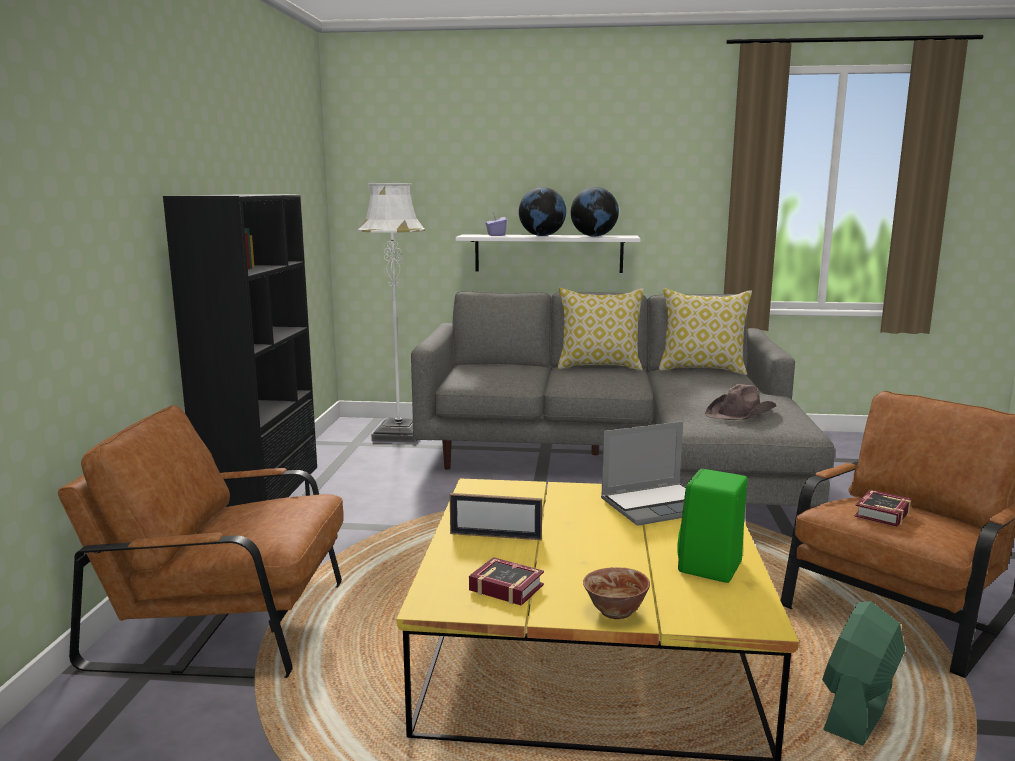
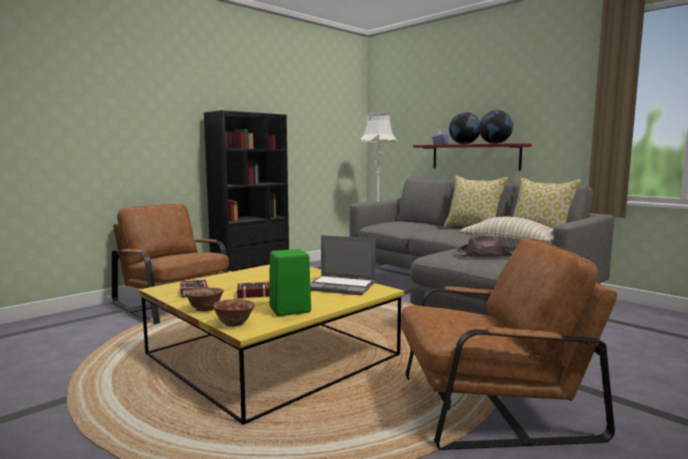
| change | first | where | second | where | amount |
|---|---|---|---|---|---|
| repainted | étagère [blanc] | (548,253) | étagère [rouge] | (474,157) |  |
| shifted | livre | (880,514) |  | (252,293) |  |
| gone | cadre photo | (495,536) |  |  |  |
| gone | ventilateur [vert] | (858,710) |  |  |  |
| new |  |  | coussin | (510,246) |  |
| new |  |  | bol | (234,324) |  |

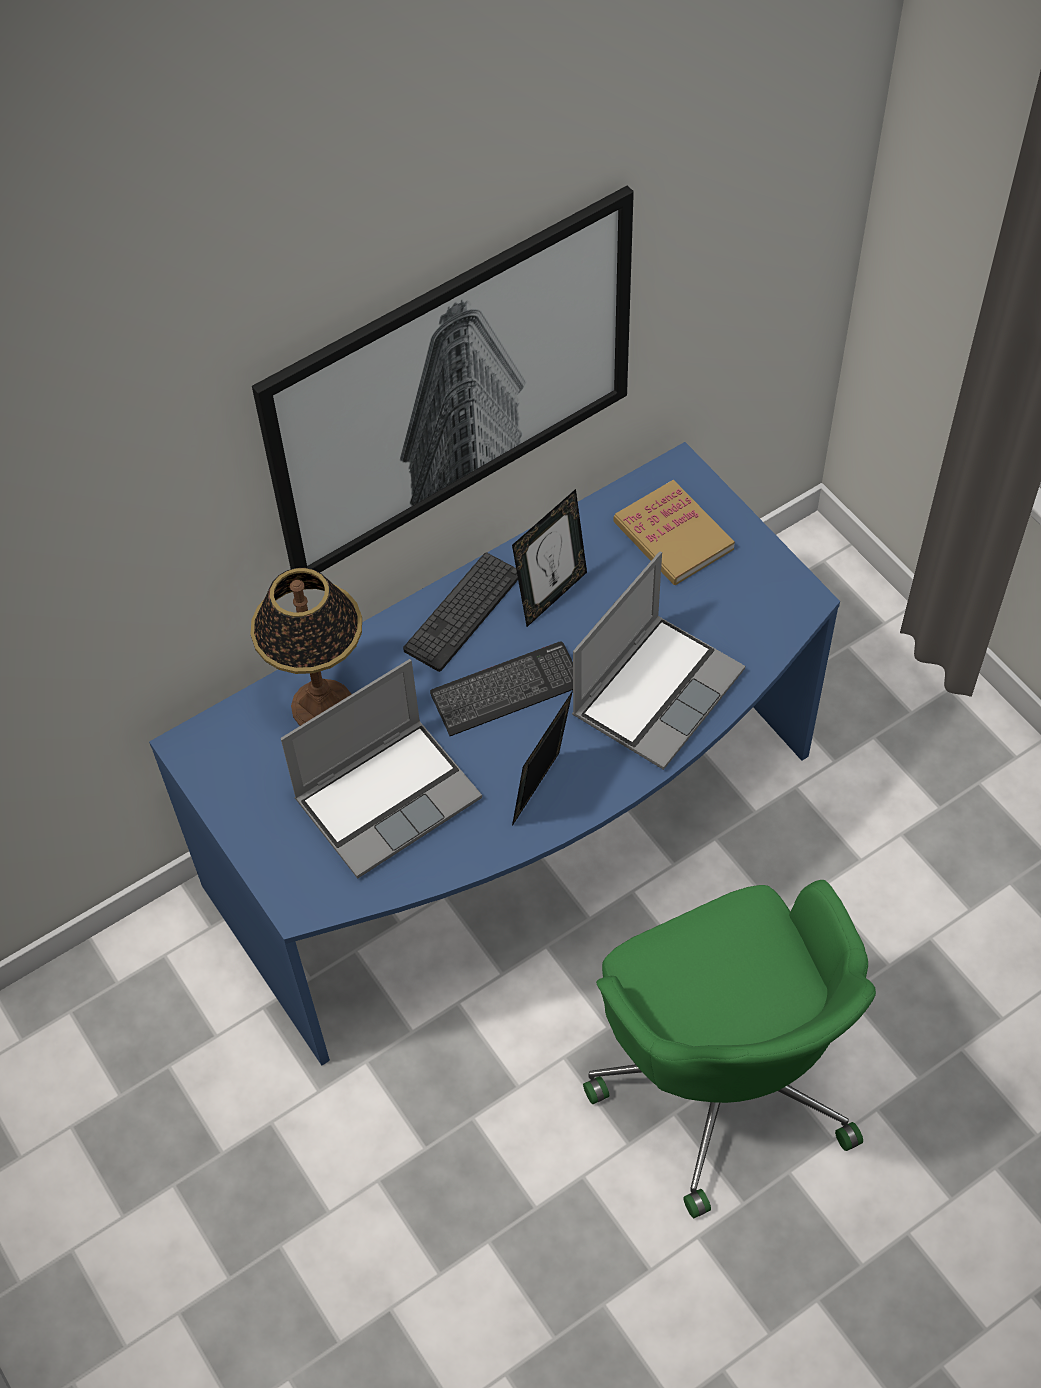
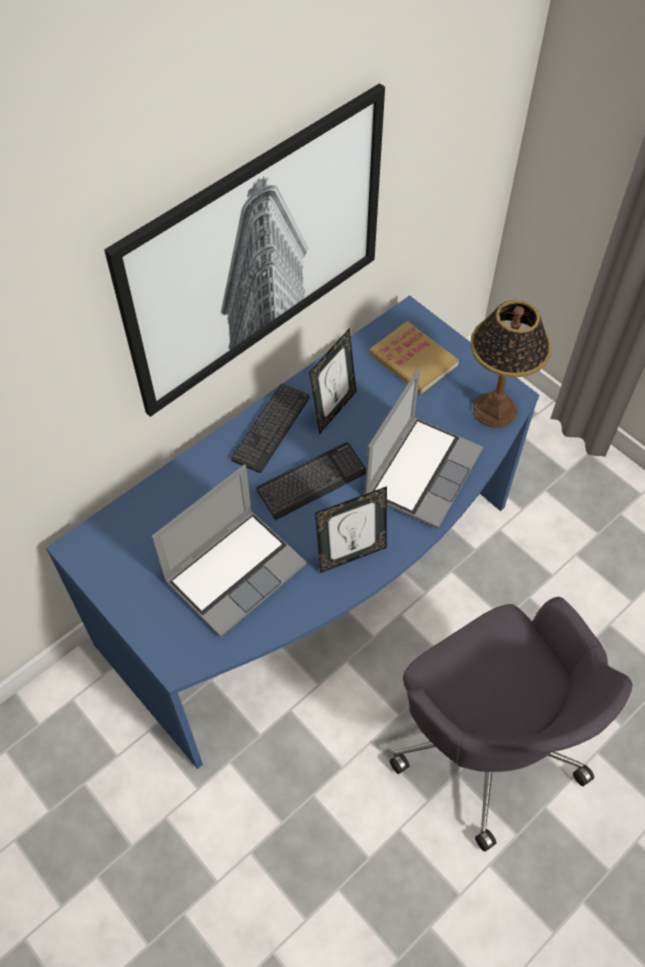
| change | first | where | second | where | amount |
|---|---|---|---|---|---|
| shifted | lampe de table | (322,705) |  | (494,409) |  |
| rotated | cadre photo | (542,792) |  | (351,555) | 135 degrees counterclockwise |
| repainted | chaise de bureau [vert] | (723,1075) | chaise de bureau [gris] | (486,740) |  |

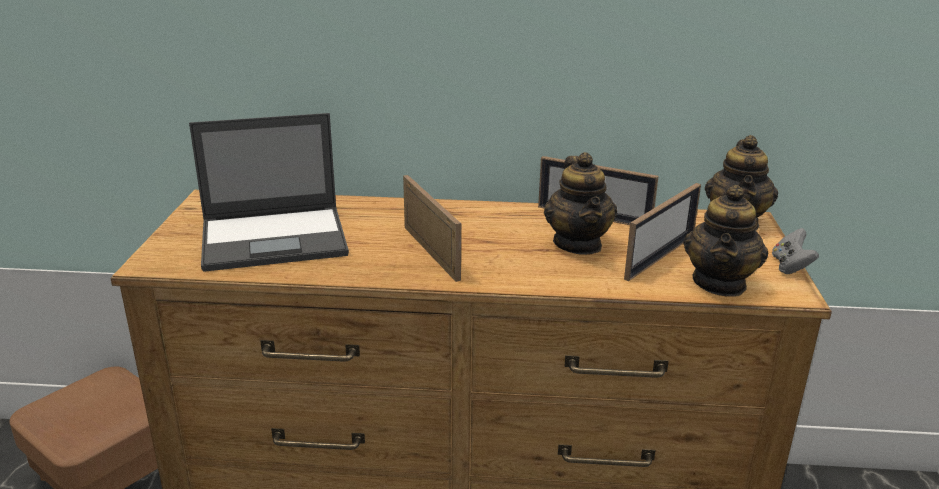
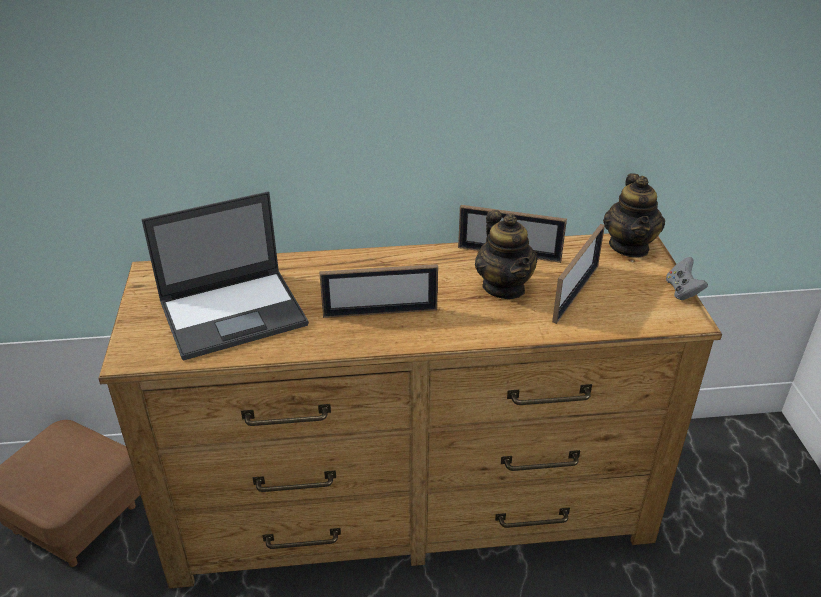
| change | first | where | second | where | amount |
|---|---|---|---|---|---|
| rotated | cadre photo | (430,252) |  | (380,312) | 120 degrees clockwise |
| gone | théière | (720,283) |  |  |  |

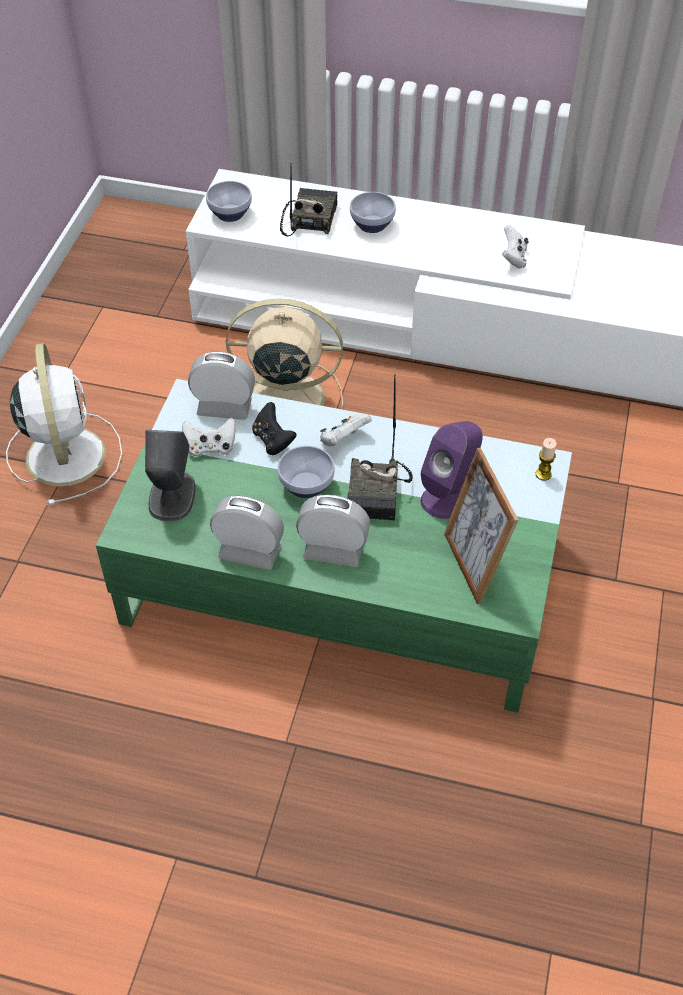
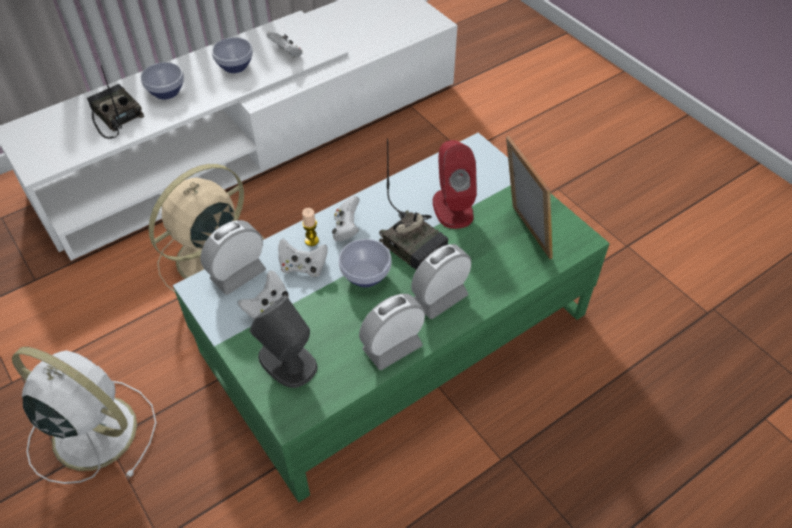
| change | first | where | second | where | amount |
|---|---|---|---|---|---|
| shifted | bol | (229,214) |  | (234,67) |  |
| repainted | manette [noir] | (273,440) | manette [blanc] | (303,267) |  |
| repainted | enceinte [violet] | (449,494) | enceinte [rouge] | (452,207) |  |
| shifted | bougie | (543,474) |  | (311,241) |  |
| rotated | cadre photo | (473,565) |  | (523,235) | 135 degrees counterclockwise |

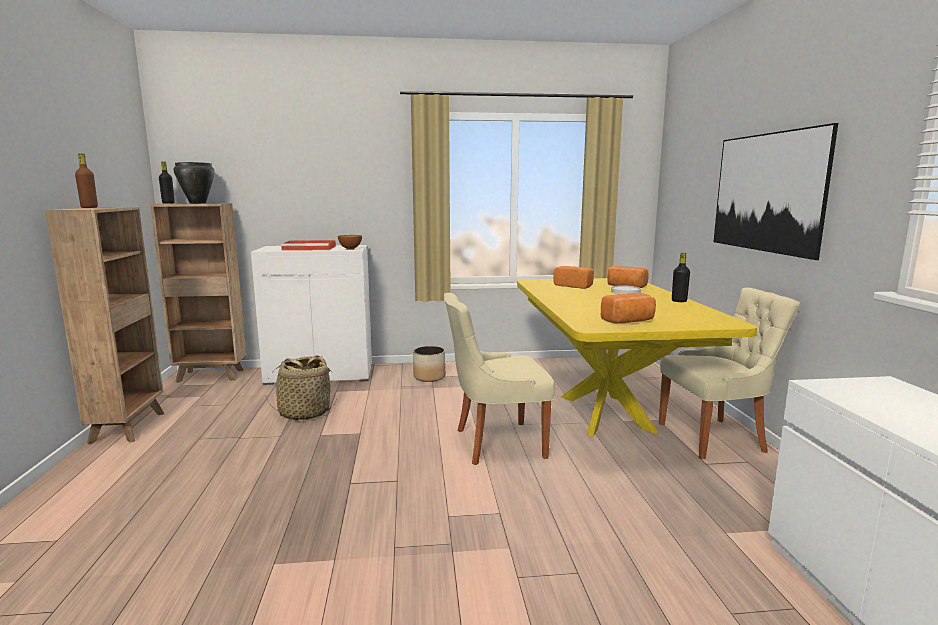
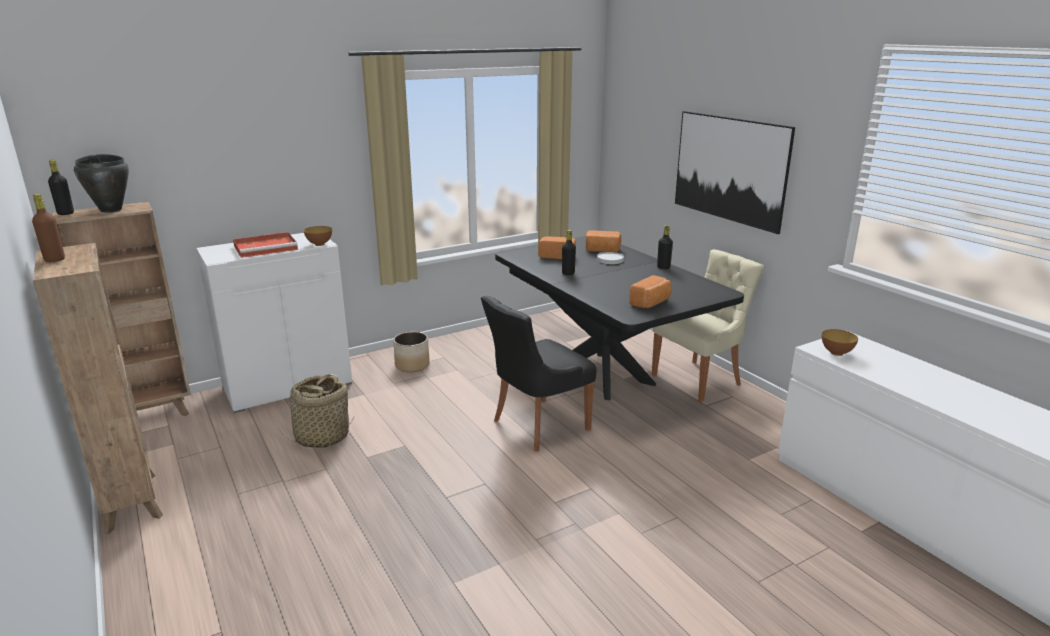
| change | first | where | second | where | amount |
|---|---|---|---|---|---|
| repainted | table à manger [jaune] | (605,412) | table à manger [noir] | (603,373) |  |
| repainted | chaise [beige] | (495,443) | chaise [noir] | (537,426) |  |
| new |  |  | bouteille [noir] | (568,273) |  |
| new |  |  | bol | (836,353) |  |

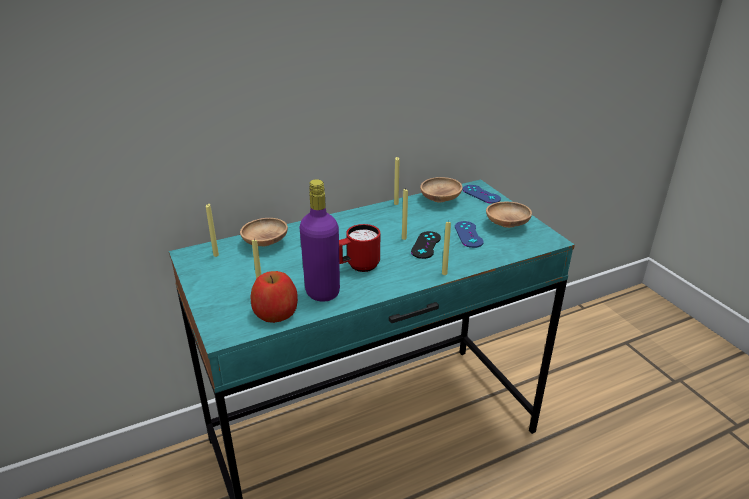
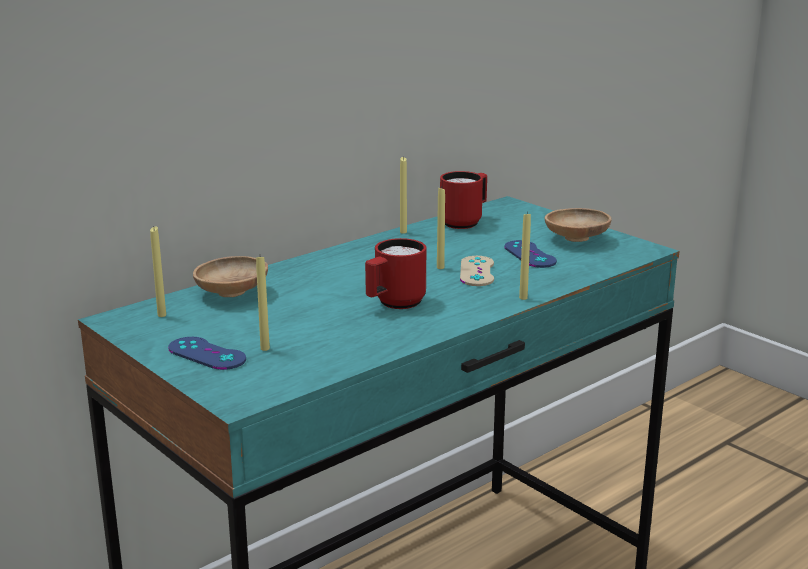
| change | first | where | second | where | amount |
|---|---|---|---|---|---|
| swapped | bol [marron] | (440,199) | mug [rouge] | (465,222) |  |
| gone | bouteille [violet] | (322,292) |  |  |  |
| shifted | manette [bleu] | (481,194) |  | (207,354) |  |
| repainted | manette [noir] | (426,245) | manette [beige] | (477,271) |  |
| gone | pomme | (276,312) |  |  |  |

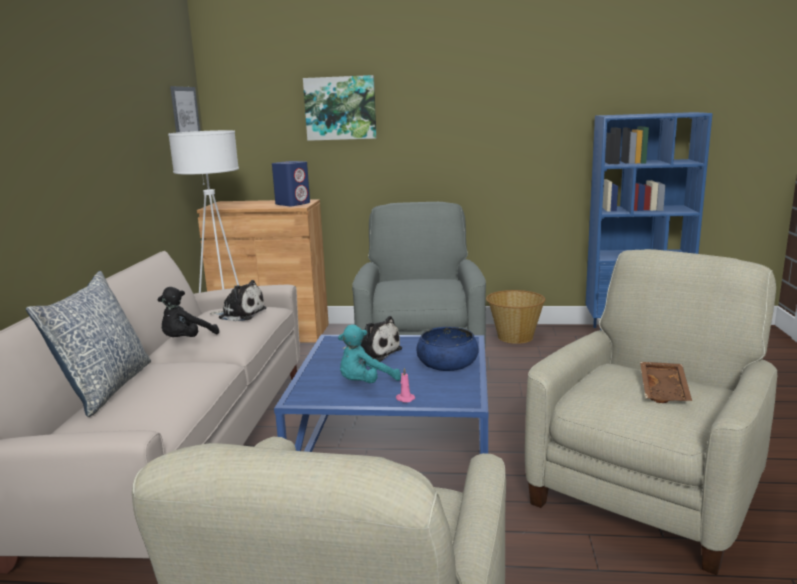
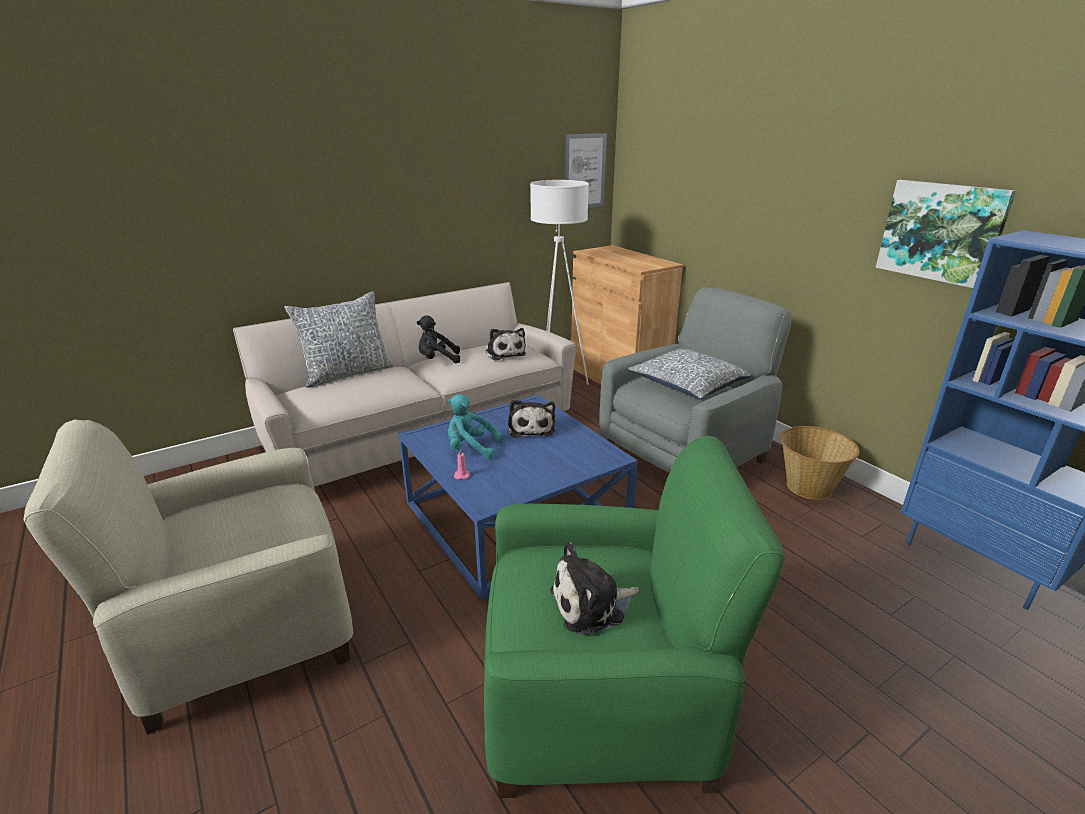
| change | first | where | second | where | amount |
|---|---|---|---|---|---|
| shifted | tableau | (340,108) |  | (941,232) |  |
| gone | enceinte [bleu] | (293,204) |  |  |  |
| repainted | fauteuil [beige] | (647,492) | fauteuil [vert] | (601,697) |  |
| gone | bol [bleu] | (447,363) |  |  |  |
| swapped | plateau [marron] | (665,390) | peluche | (591,605) |  |
| new |  |  | coussin | (686,385) |  |

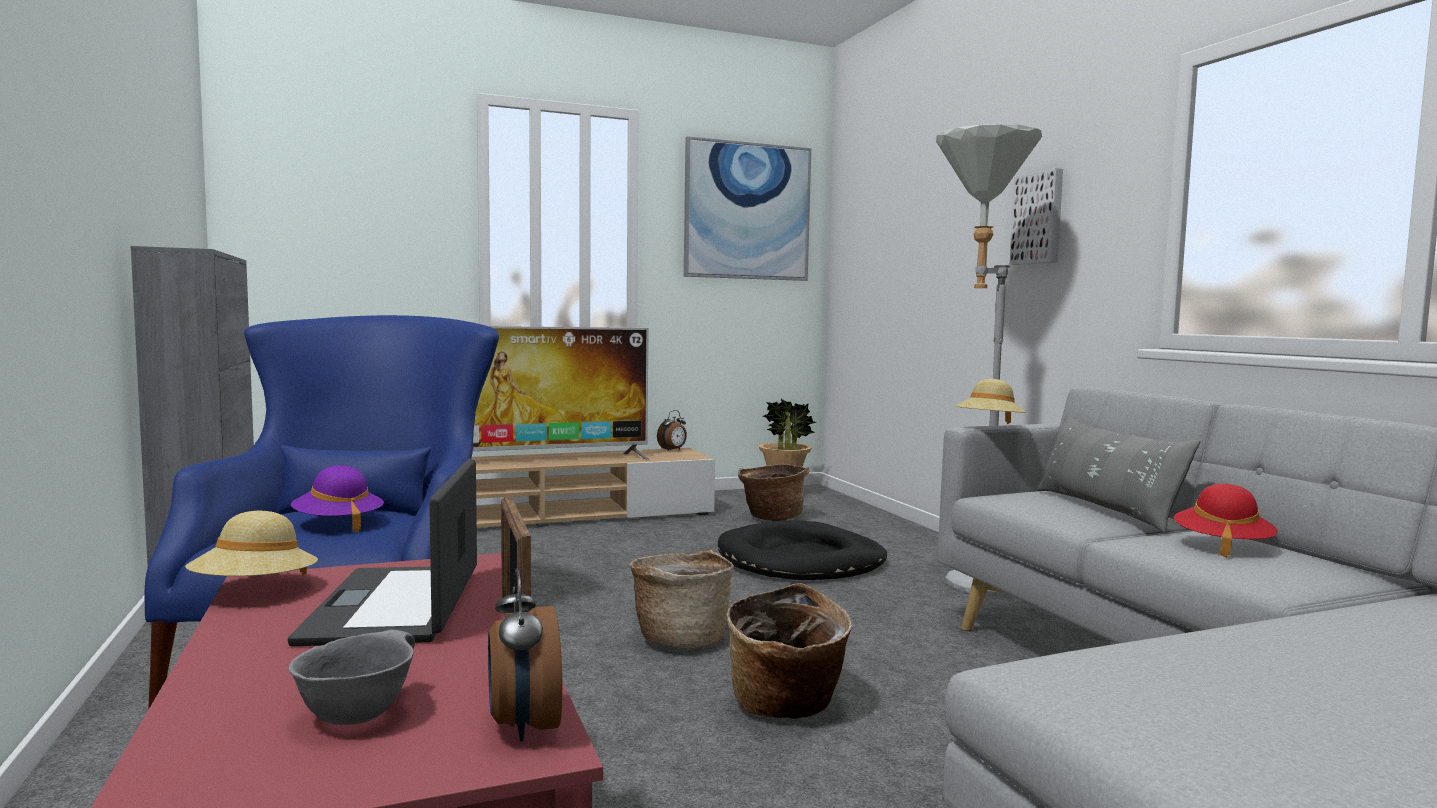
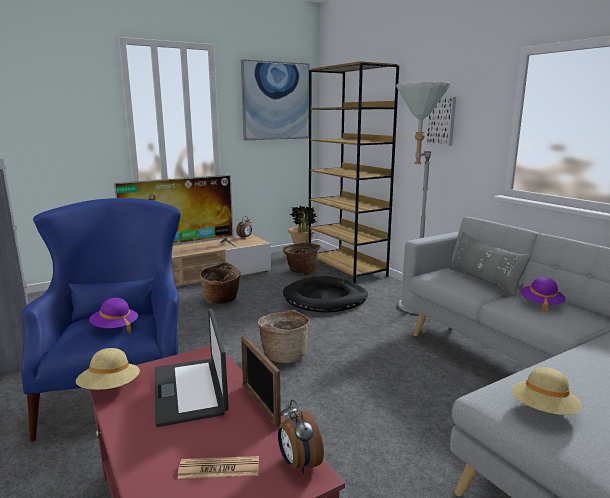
| change | first | where | second | where | amount |
|---|---|---|---|---|---|
| shifted | chapeau [beige] | (989,426) |  | (543,411) |  |
| repainted | chapeau [rouge] | (1222,546) | chapeau [violet] | (540,304) |  |
| shifted | panier | (786,707) |  | (221,301) |  |
| swapped | bol [gris] | (355,715) | journal | (219,468) |  |
| new |  |  | bibliothèque [marron] | (347,268) |  |

